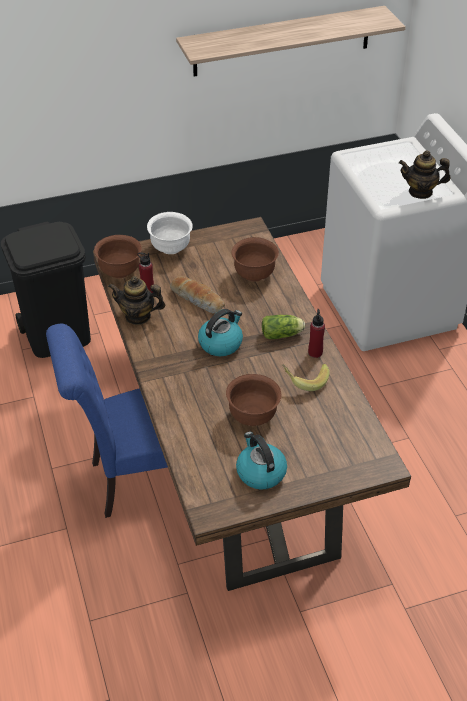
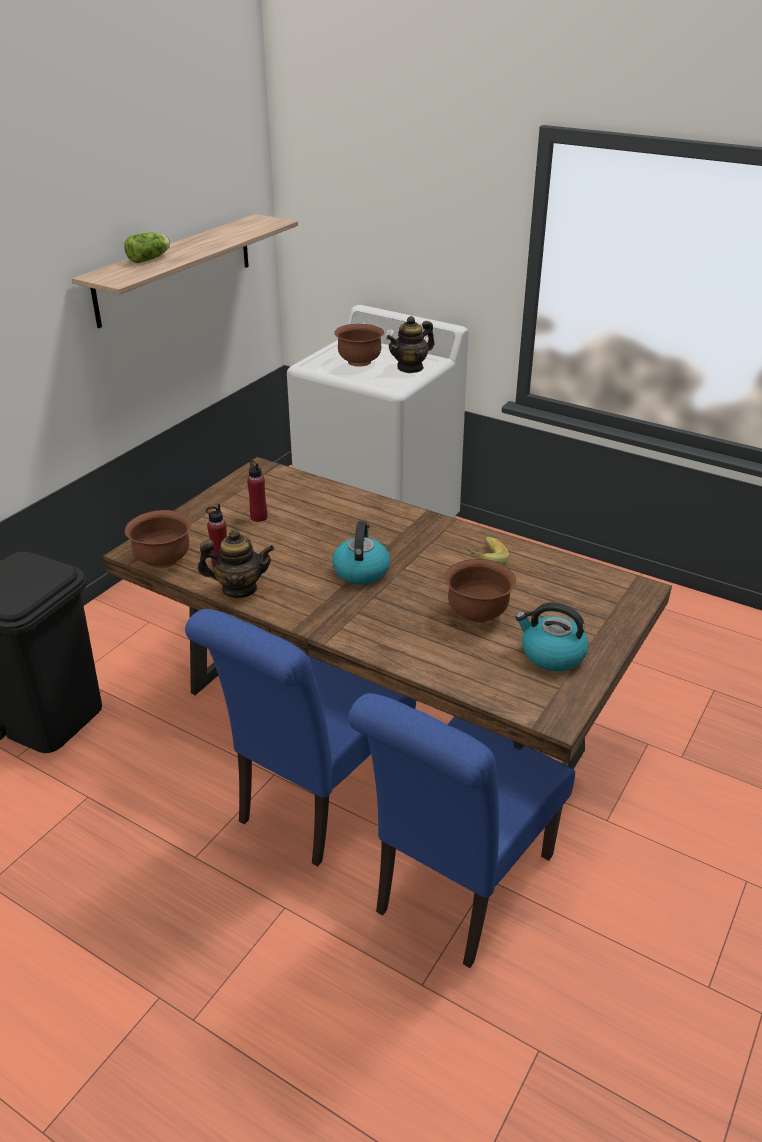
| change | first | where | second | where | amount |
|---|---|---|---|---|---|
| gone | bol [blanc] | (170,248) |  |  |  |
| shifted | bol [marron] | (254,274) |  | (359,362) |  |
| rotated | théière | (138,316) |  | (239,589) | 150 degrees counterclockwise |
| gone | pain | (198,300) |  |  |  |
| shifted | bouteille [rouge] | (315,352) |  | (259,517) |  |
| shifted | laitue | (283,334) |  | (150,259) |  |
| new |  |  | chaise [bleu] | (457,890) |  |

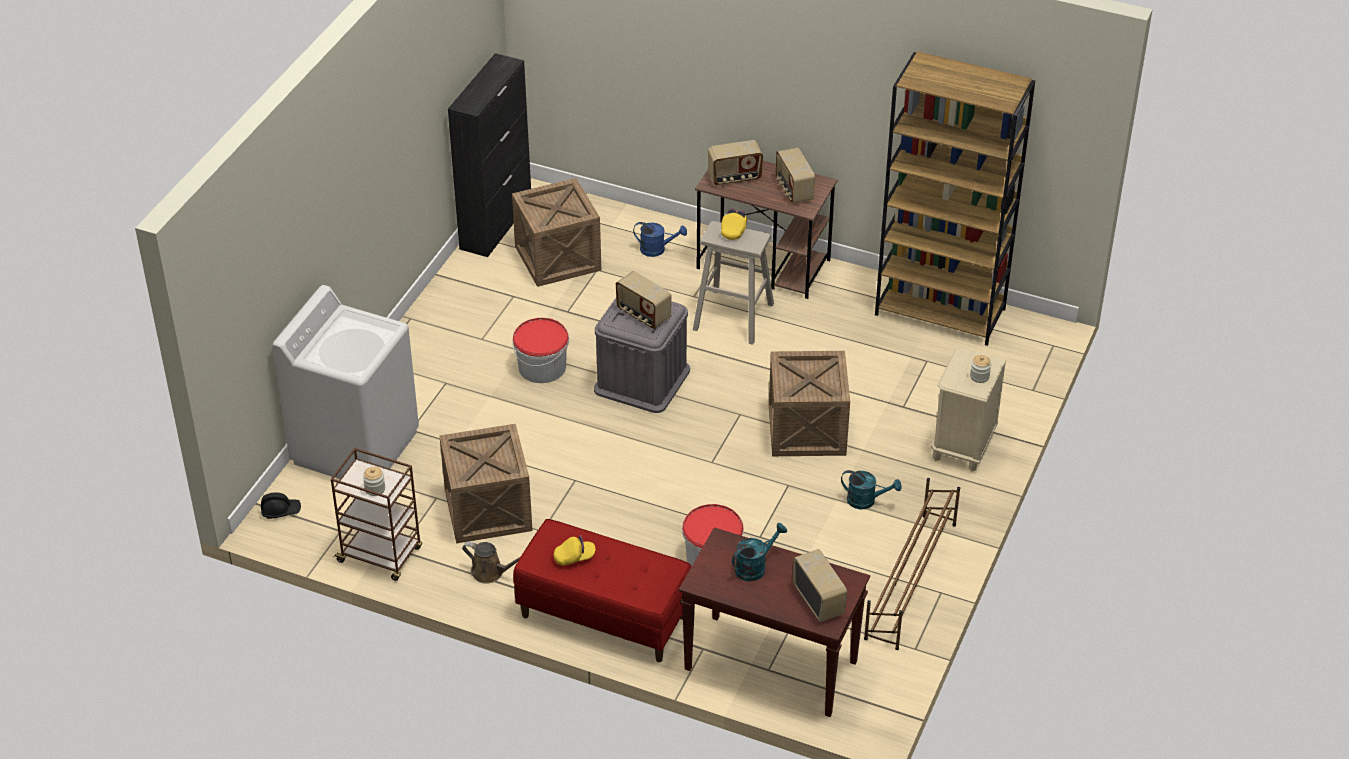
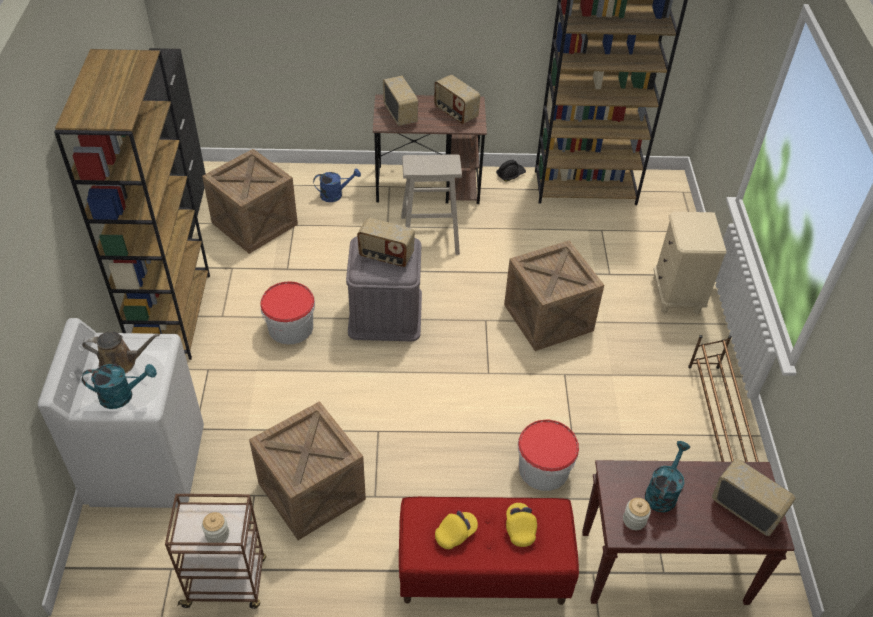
| change | first | where | second | where | amount |
|---|---|---|---|---|---|
| rotated | radio | (735,177) |  | (401,114) | 75 degrees counterclockwise |
| shifted | casquette [jaune] | (734,230) |  | (520,528) |  |
| shifted | bocal | (979,376) |  | (634,520) |  |
| shifted | arrosoir [turquoise] | (866,501) |  | (122,395) |  |
| shifted | casque de chantier [noir] | (280,510) |  | (510,174) |  |
| shifted | arrosoir [marron] | (490,572) |  | (121,362) |  |
| new |  |  | bibliothèque [marron] | (171,314) |  |

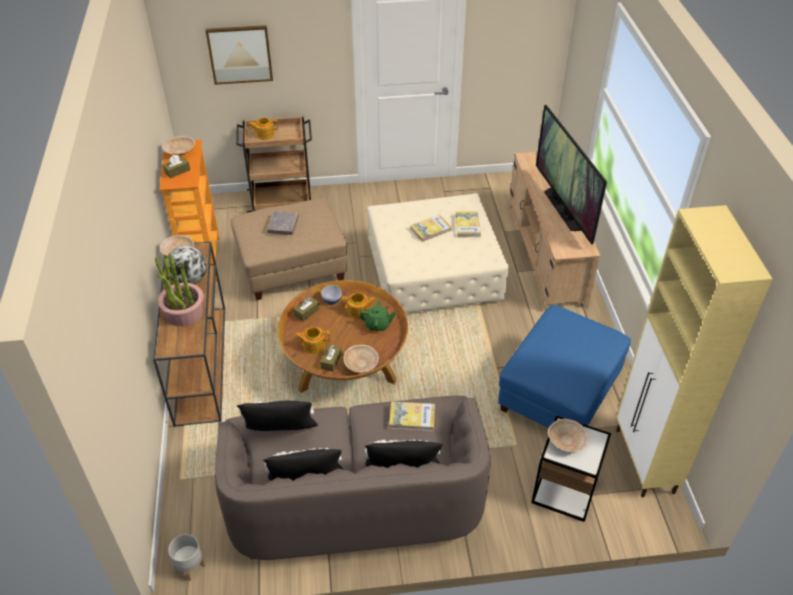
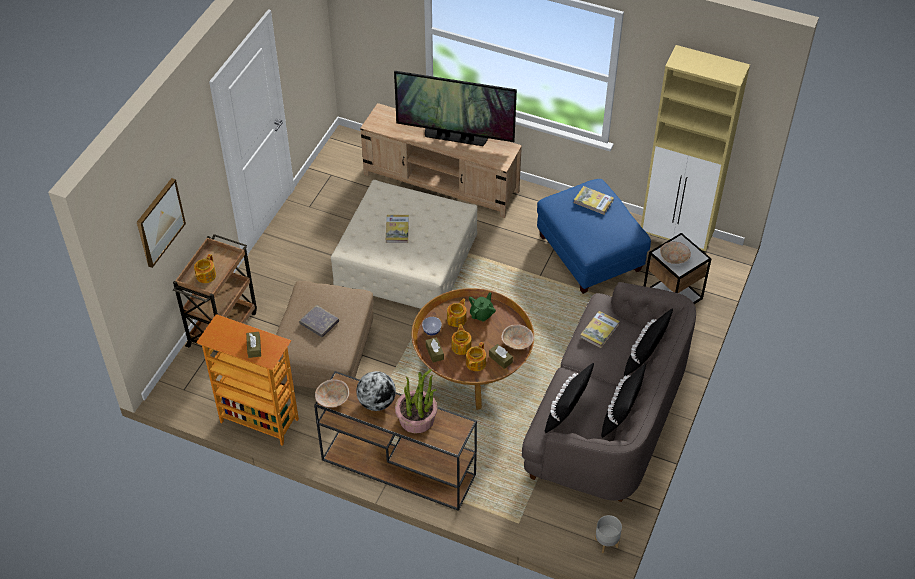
| change | first | where | second | where | amount |
|---|---|---|---|---|---|
| gone | bol [beige] | (179,152) |  |  |  |
| shifted | livre | (467,226) |  | (593,201) |  |
| new |  |  | théière | (461,346) |  |

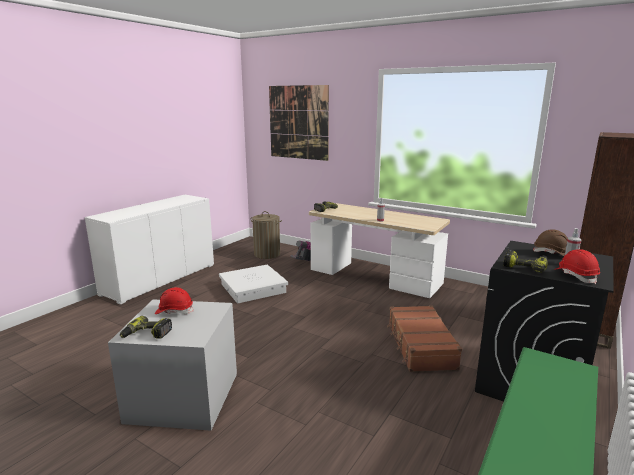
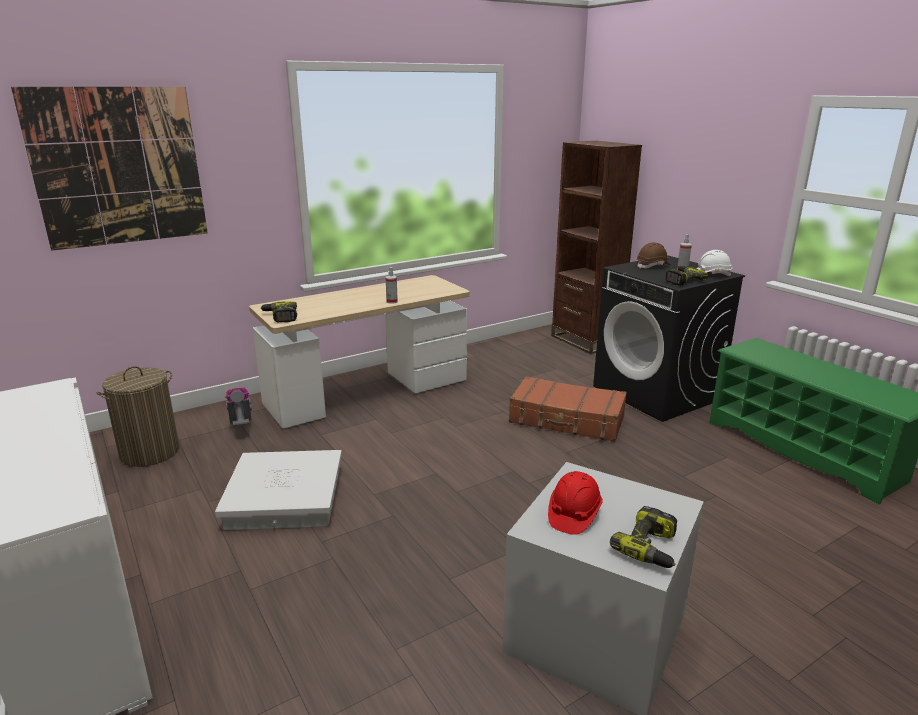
| change | first | where | second | where | amount |
|---|---|---|---|---|---|
| repainted | casque de chantier [rouge] | (575,276) | casque de chantier [blanc] | (711,274) |  |

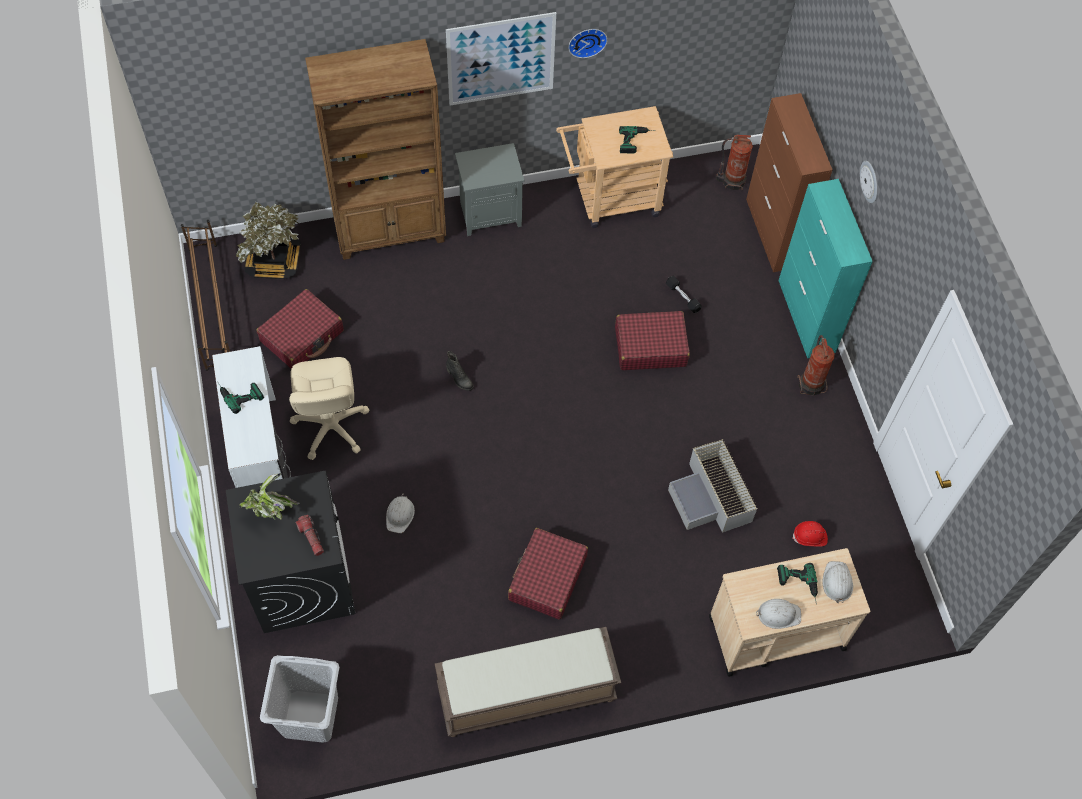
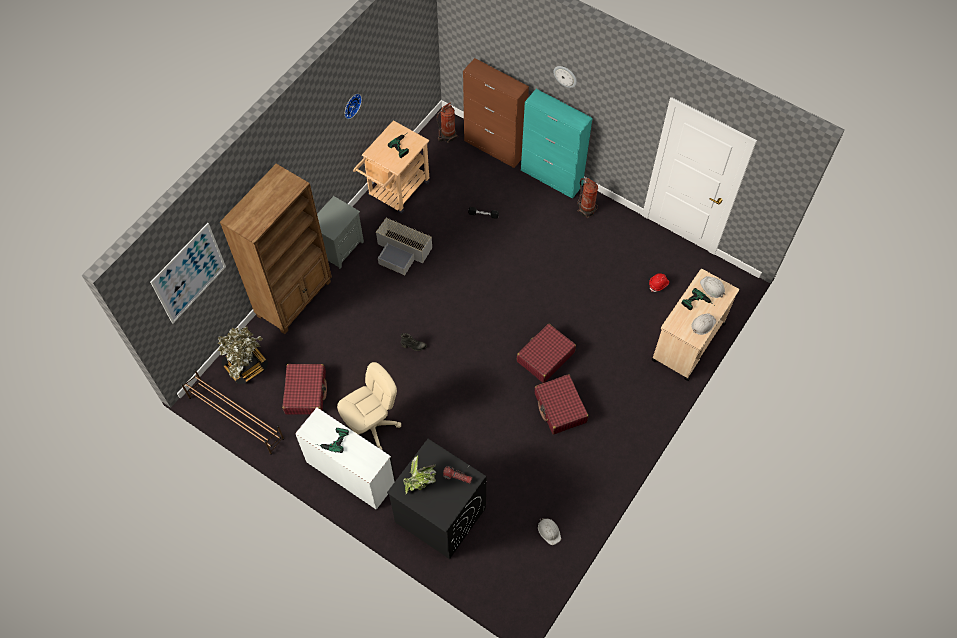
| change | first | where | second | where | amount |
|---|---|---|---|---|---|
| shifted | tableau | (501,59) |  | (189,273) |  |
| shifted | valise [rouge] | (650,346) |  | (545,357) |  |
| rotated | chaise de bureau [beige] | (330,427) |  | (372,426) | 75 degrees counterclockwise |
| shifted | boîte de rangement [gris] | (711,497) |  | (402,251) |  |
| shifted | casque de chantier [blanc] | (400,515) |  | (549,531) |  |
| gone | banc [marron] | (525,694) |  |  |  |
| gone | panier à linge [gris] | (309,716) |  |  |  |

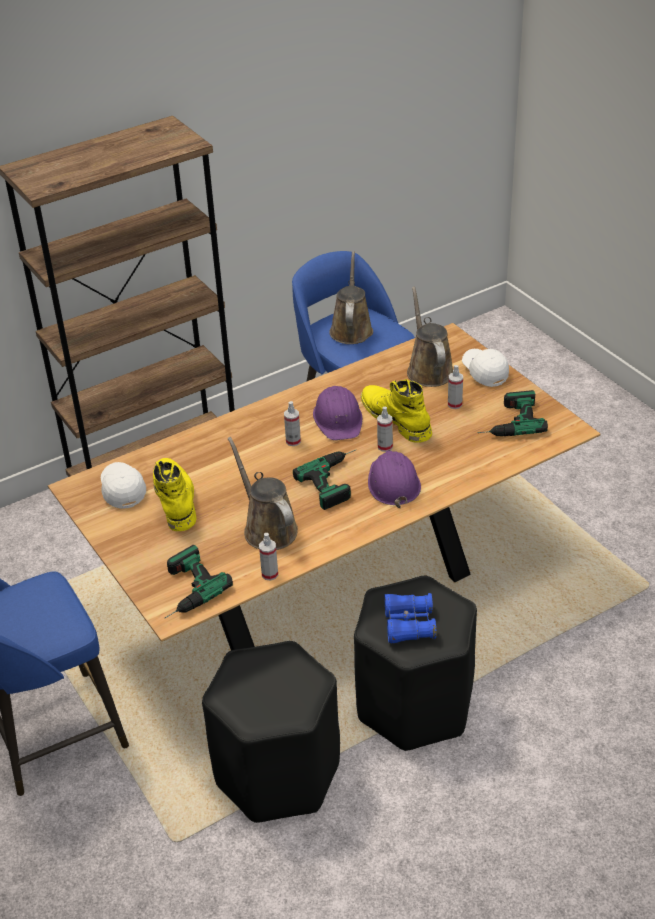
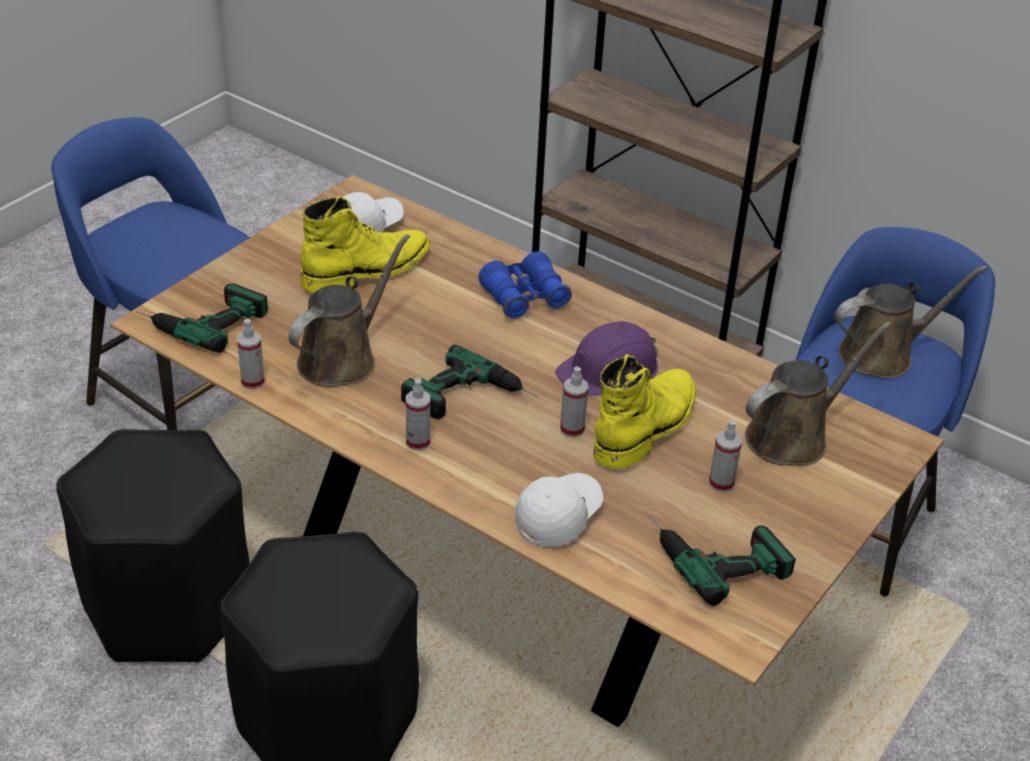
| change | first | where | second | where | amount |
|---|---|---|---|---|---|
| shifted | casquette [blanc] | (484,372) |  | (558,517) |  |
| shifted | vaporisateur | (293,441) |  | (418,442) |  |
| gone | casque de chantier [violet] | (393,483) |  |  |  |
| shifted | jumelles [bleu] | (409,625) |  | (524,297) |  |

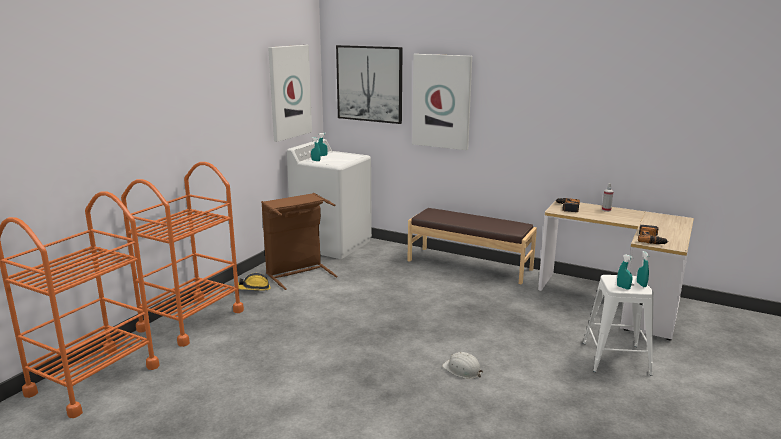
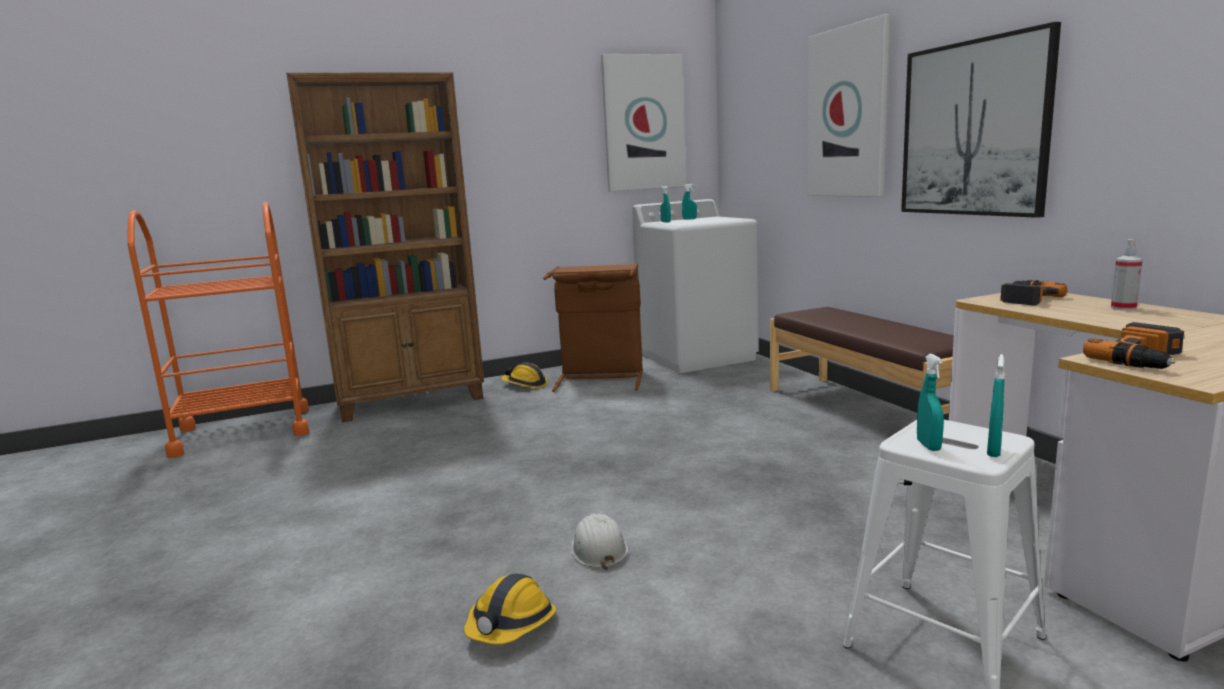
| change | first | where | second | where | amount |
|---|---|---|---|---|---|
| shifted | tableau | (369,84) |  | (973,129) |  |
| swapped | chariot [orange] | (191,320) | bibliothèque [marron] | (412,401) |  |
| new |  |  | casque de chantier | (511,625) |  |

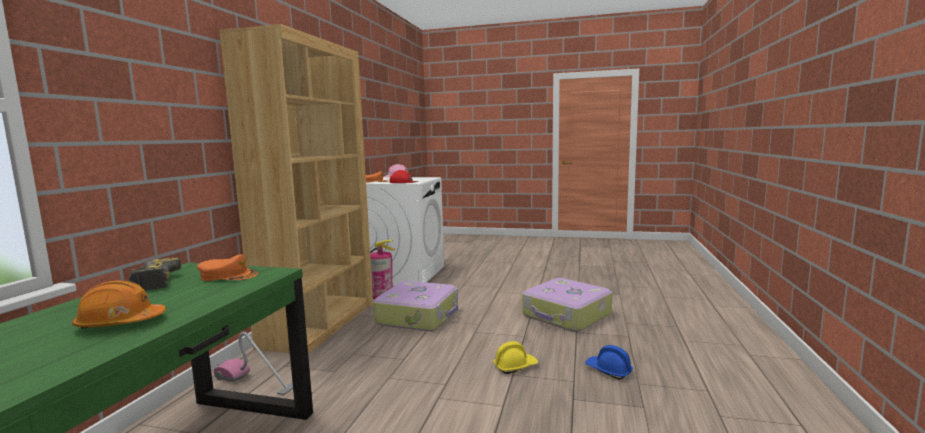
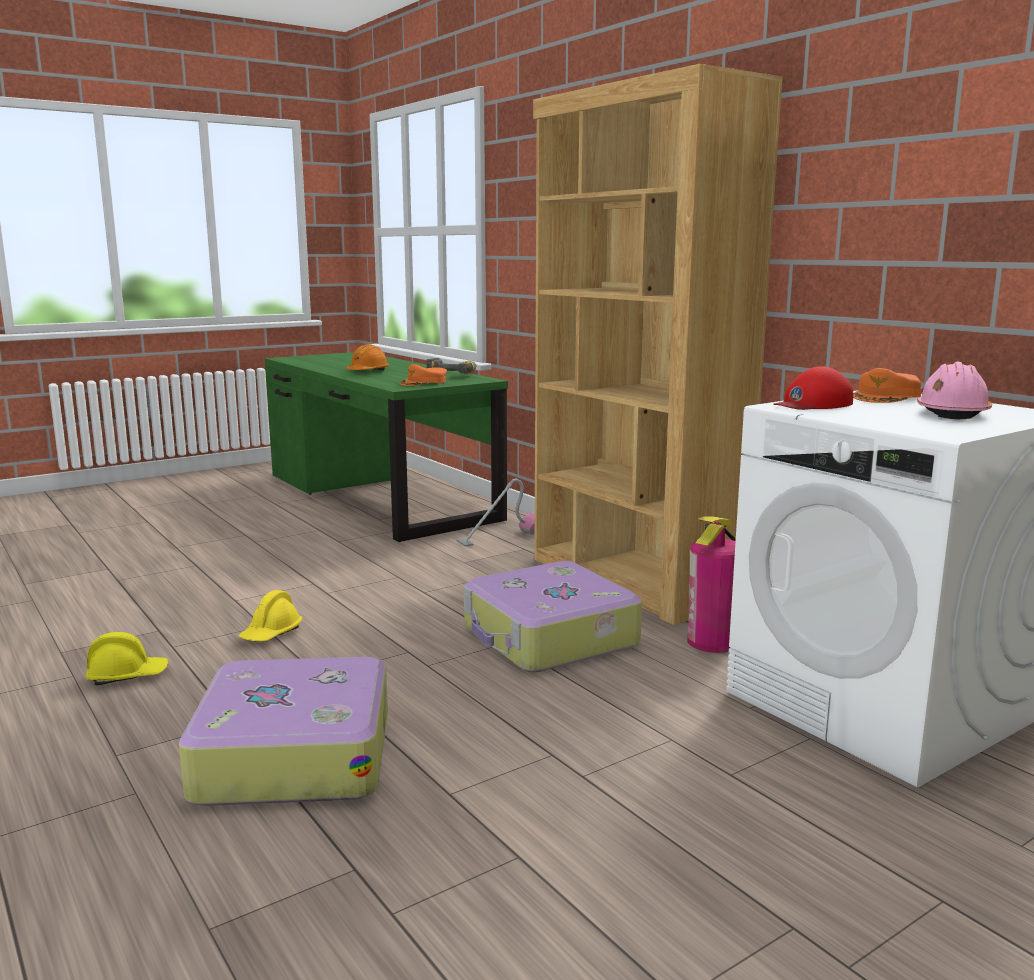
| change | first | where | second | where | amount |
|---|---|---|---|---|---|
| repainted | casque de chantier [bleu] | (608,371) | casque de chantier [jaune] | (127,675) |  |

